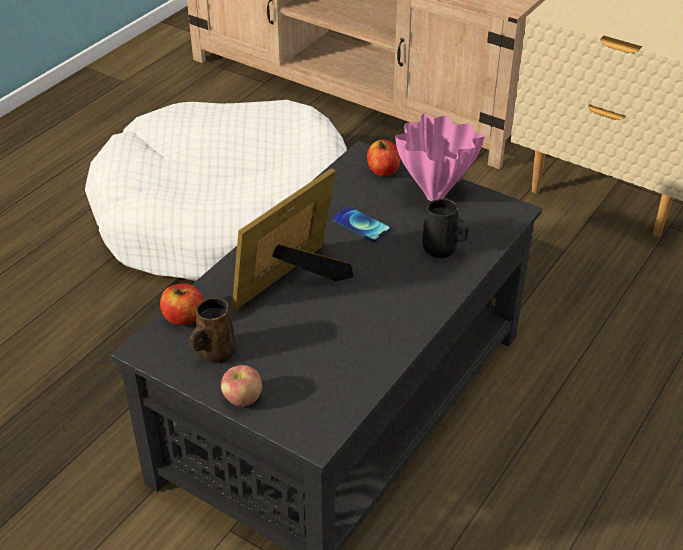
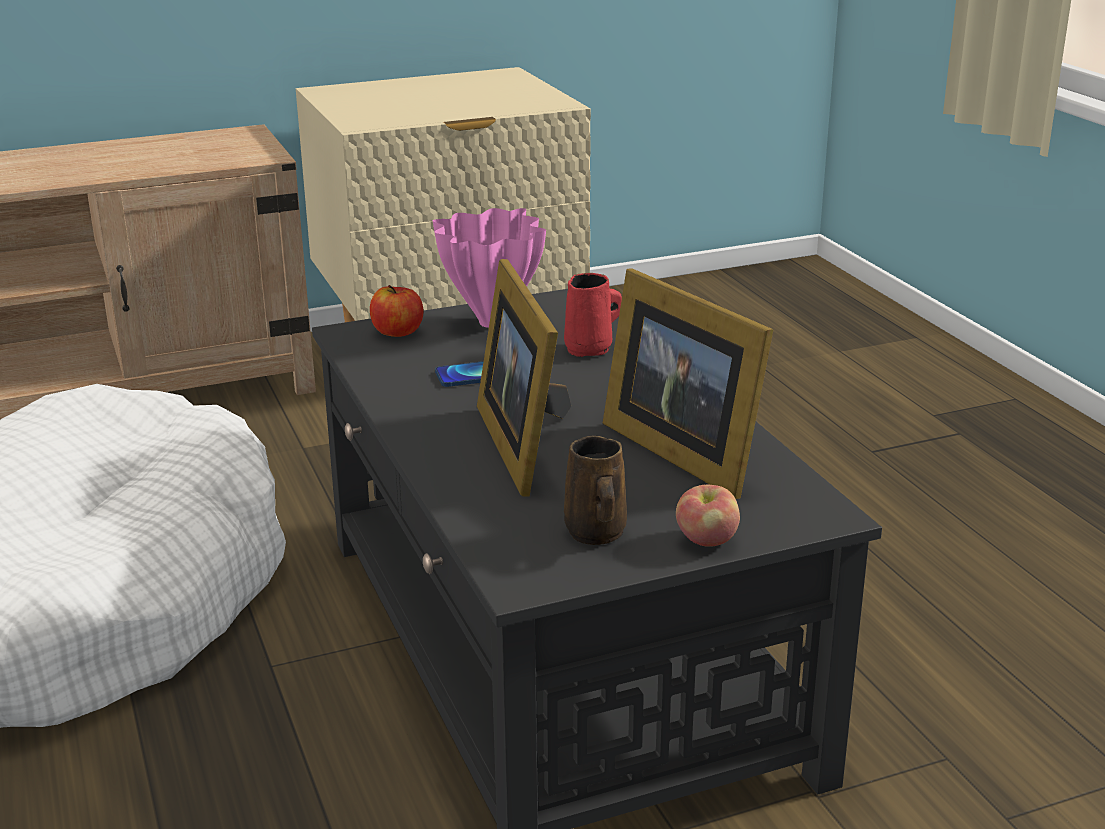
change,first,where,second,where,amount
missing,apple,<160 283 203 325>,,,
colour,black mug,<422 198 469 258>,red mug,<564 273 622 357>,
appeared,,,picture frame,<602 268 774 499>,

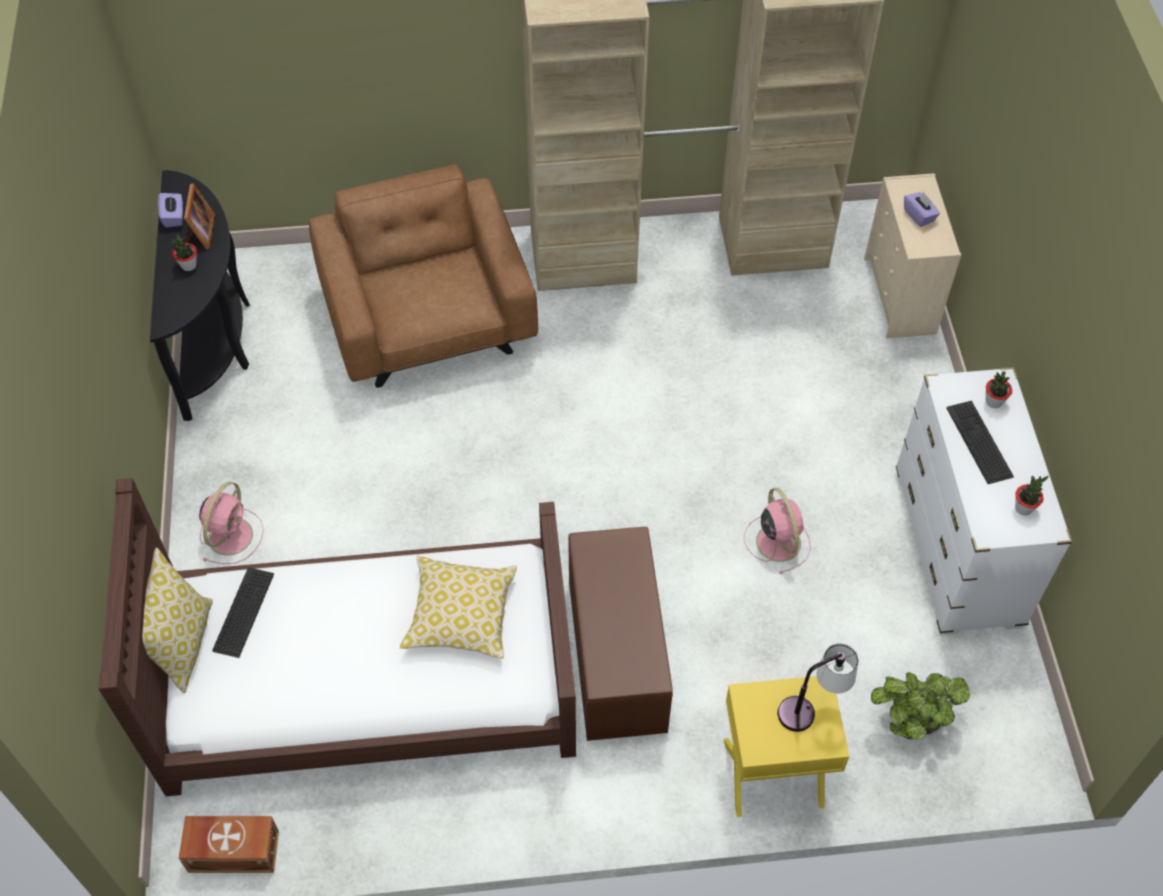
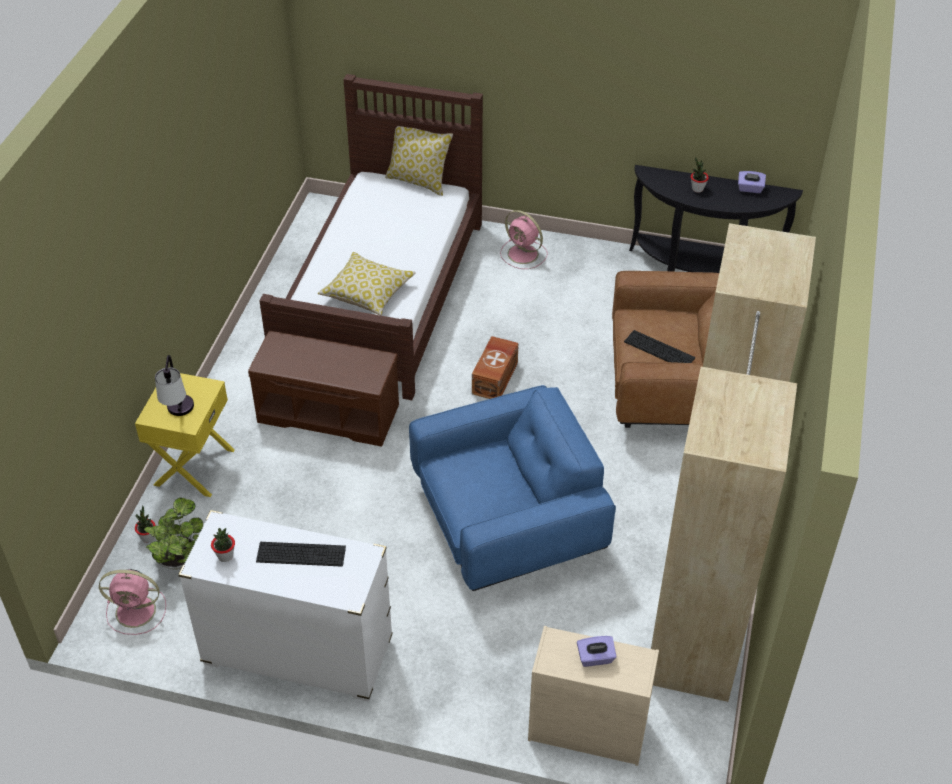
change,first,where,second,where,amount
relocated,brown storage box,<179 816 279 873>,,<472 336 518 399>,
missing,picture frame,<184 183 215 249>,,,
relocated,keyboard,<212 567 274 658>,,<624 330 695 363>,
relocated,pink fan,<744 488 811 574>,,<99 569 166 635>,
relocated,potted plant,<986 371 1012 408>,,<135 505 156 543>,
appeared,,,blue armchair,<409 385 616 591>,

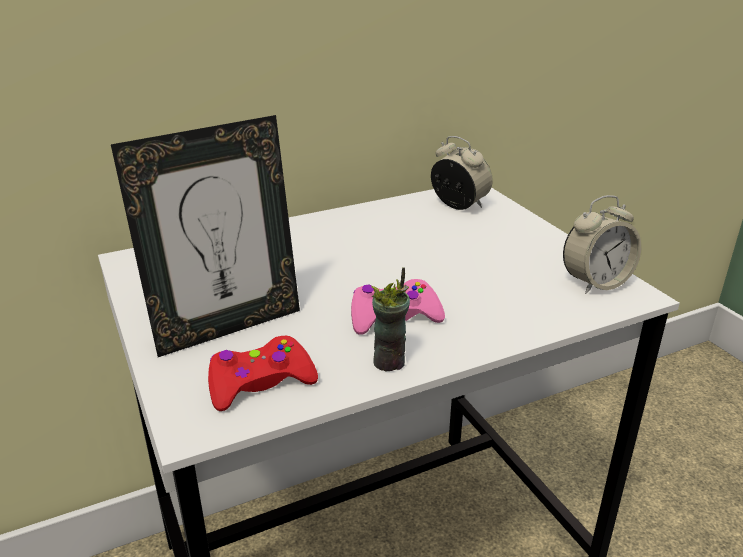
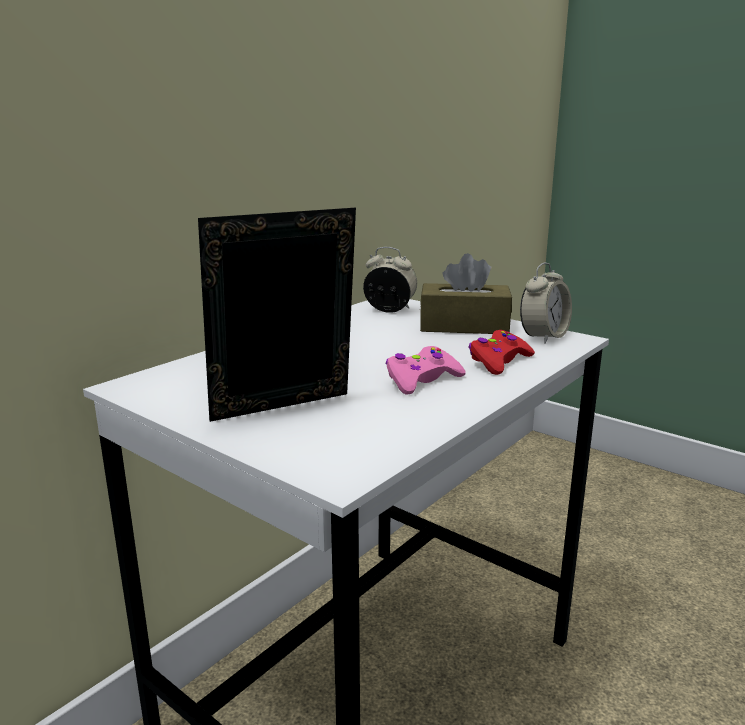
change,first,where,second,where,amount
spun,picture frame,<111 115 300 357>,,<198 208 356 422>,150 degrees counterclockwise
relocated,red game controller,<208 336 318 411>,,<468 330 535 375>,
missing,cup,<372 267 410 371>,,,
appeared,,,brown tissue box,<420 253 512 334>,

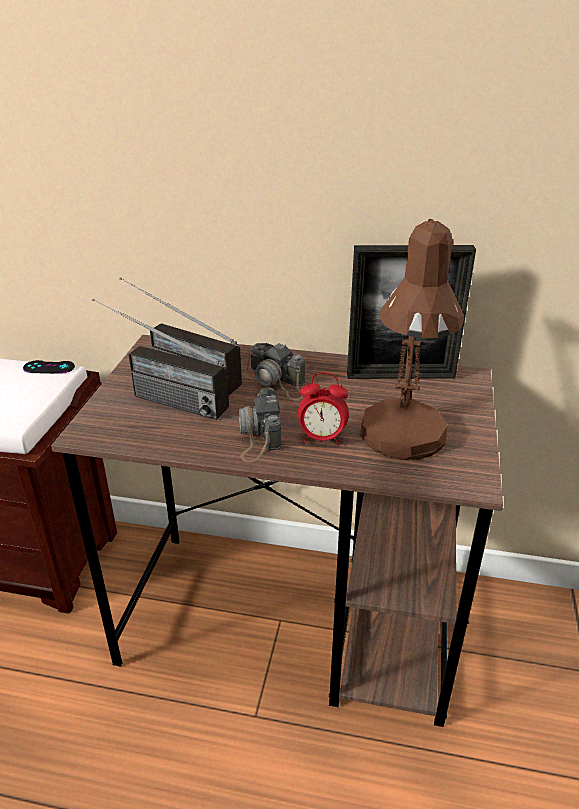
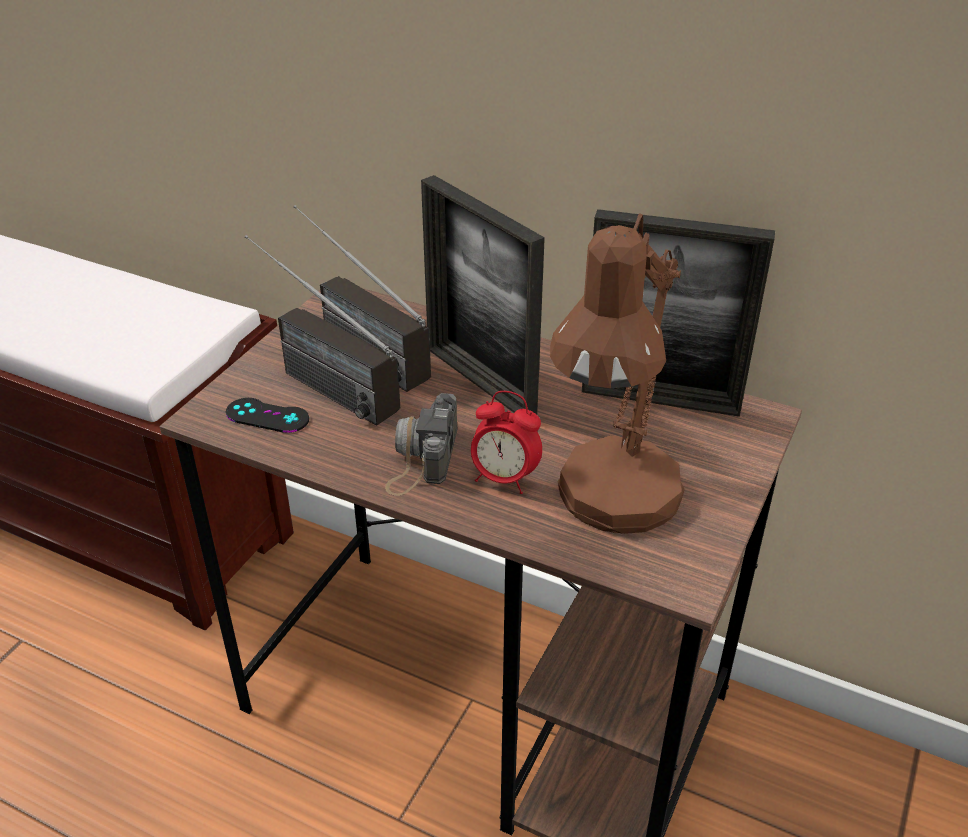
change,first,where,second,where,amount
relocated,black game controller,<23 360 75 374>,,<226 398 309 433>,
exchanged,photo camera,<243 342 305 400>,picture frame,<421 175 545 415>,

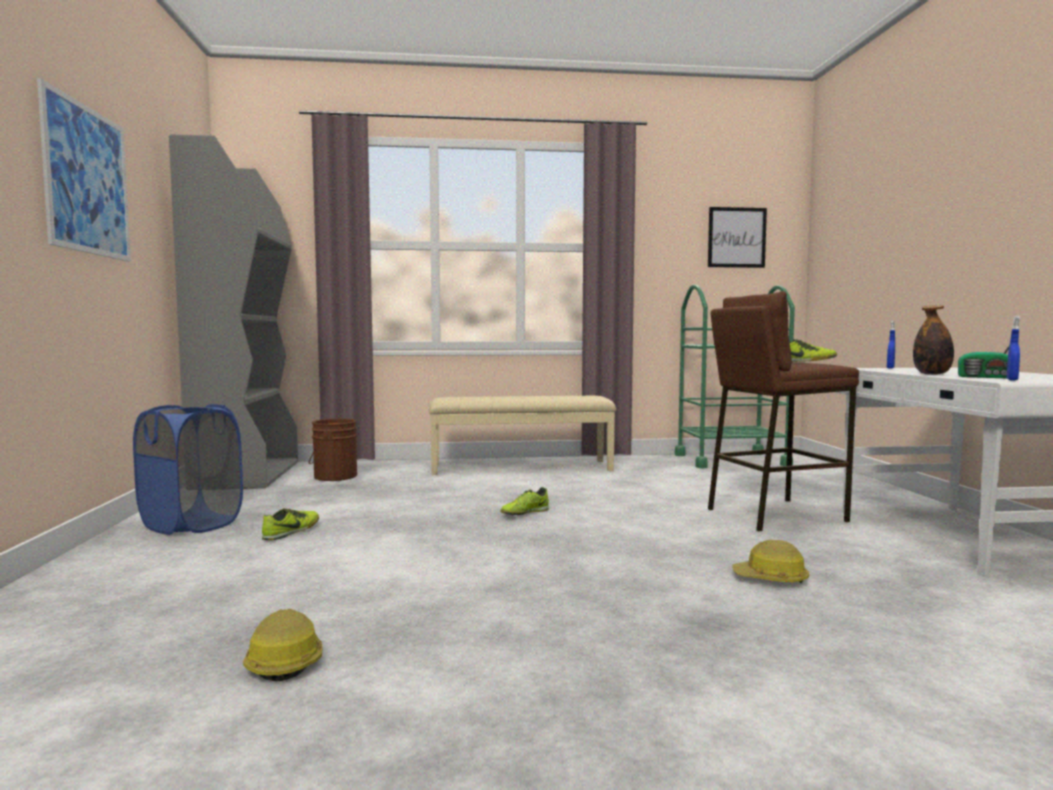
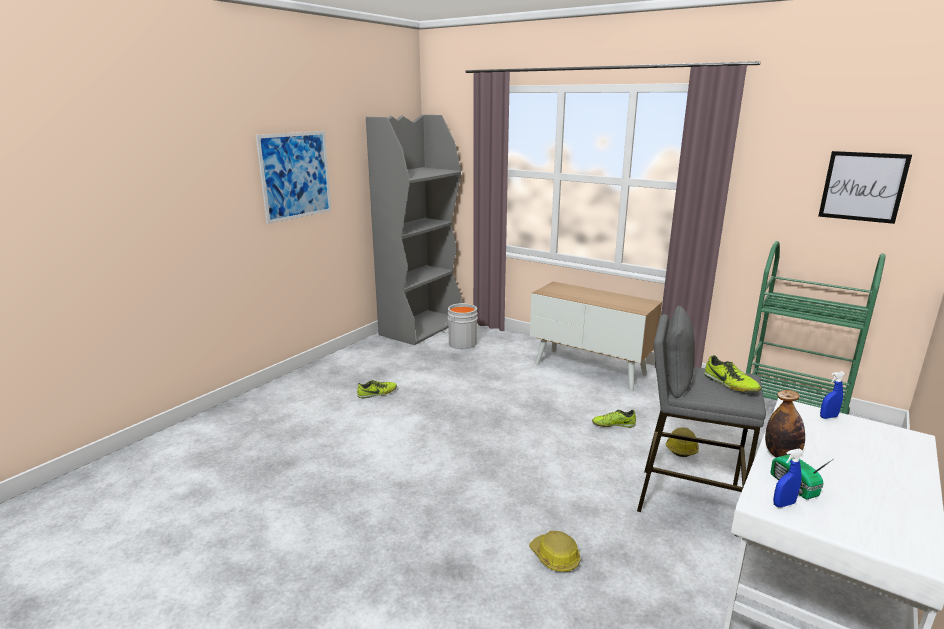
change,first,where,second,where,amount
missing,blue laundry basket,<133 404 243 535>,,,
relocated,hard hat,<243 609 323 681>,,<666 427 699 457>,
colour,brown bucket,<309 418 357 481>,grey bucket,<442 303 478 349>,
exchanged,beige bench,<429 396 616 475>,cabinet,<530 282 662 390>,
relocated,shoe,<501 487 549 515>,,<592 410 636 428>,
colour,brown stool,<708 291 859 531>,grey stool,<637 306 766 537>,

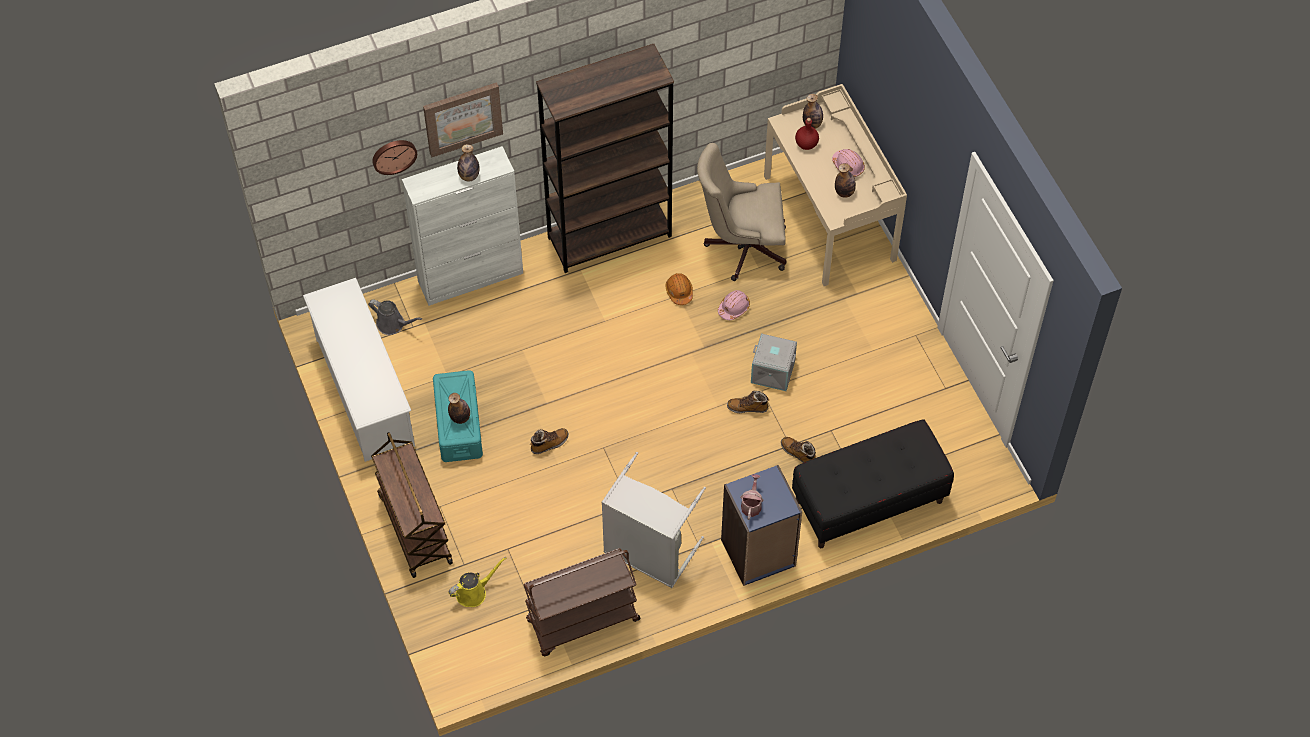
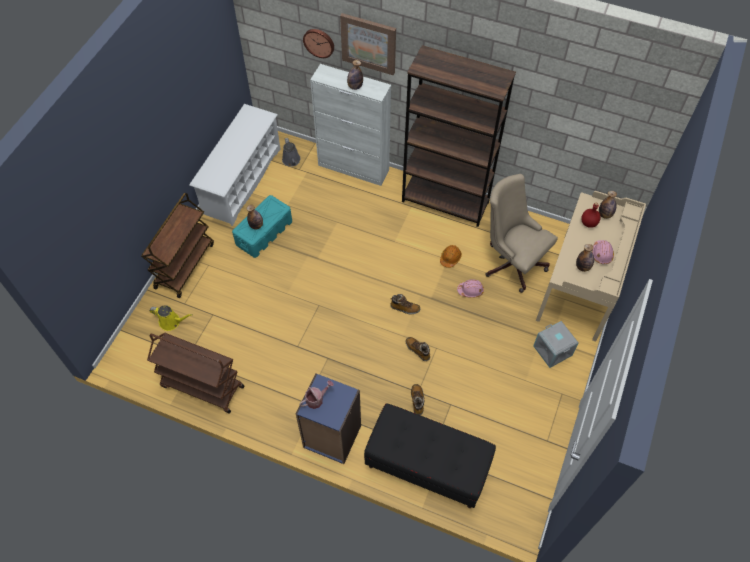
change,first,where,second,where,amount
relocated,boot,<530 428 569 454>,,<390 294 421 314>,
missing,grey laundry basket,<601 452 706 588>,,,
relocated,grey storage box,<751 333 797 391>,,<533 321 579 368>,

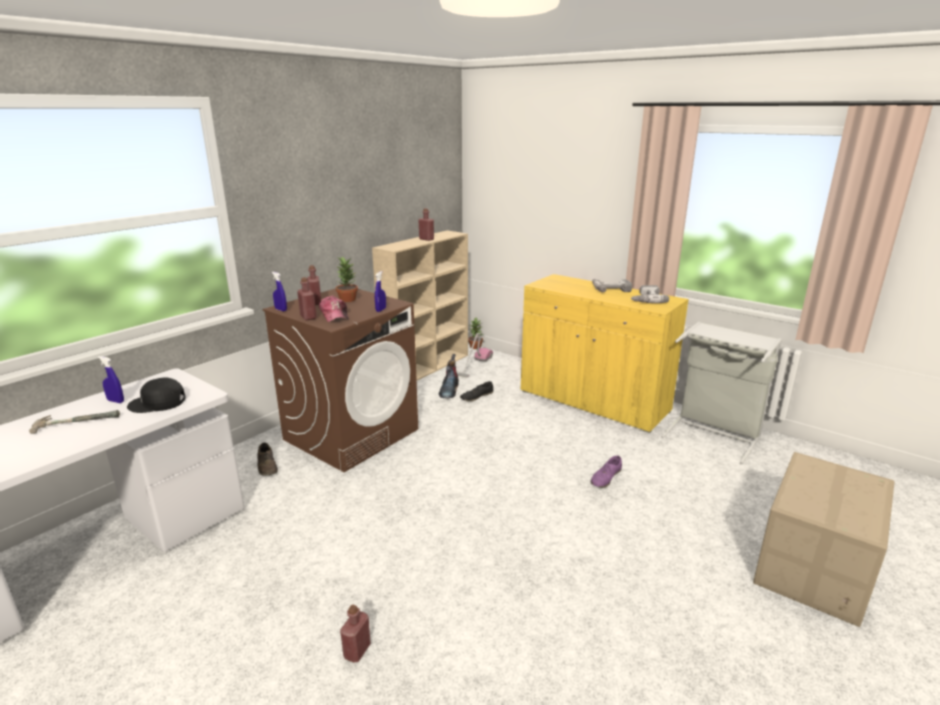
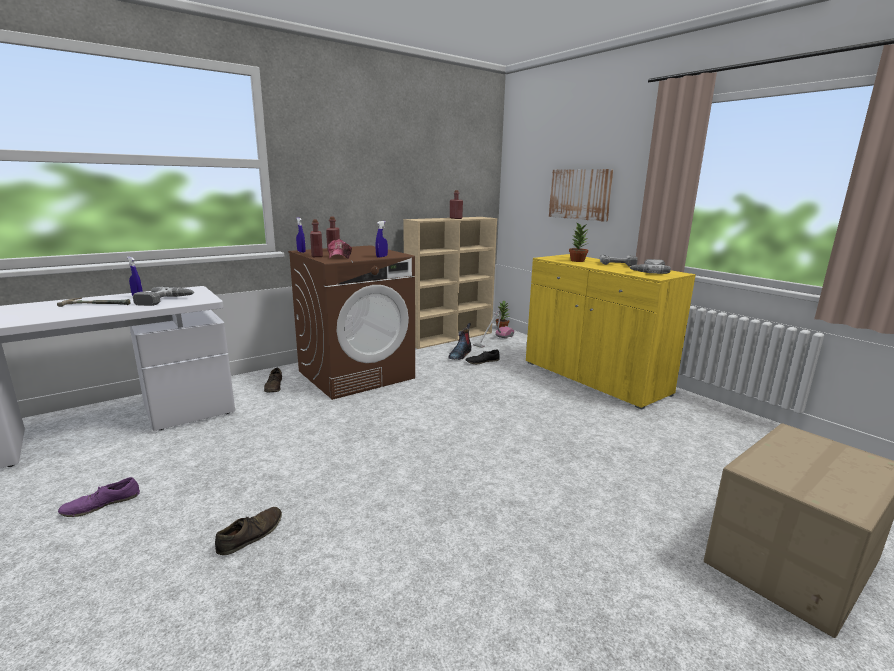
change,first,where,second,where,amount
exchanged,black cap,<127 377 185 413>,power drill,<133 287 194 306>,
relocated,potted plant,<336 257 358 302>,,<569 222 588 262>,
exchanged,red bottle,<340 605 371 662>,brown shoe,<215 507 282 555>,
relocated,purple shoe,<590 455 622 488>,,<58 477 140 517>,
missing,grey laundry basket,<661 322 782 464>,,,
appeared,,,picture,<549 169 614 222>,

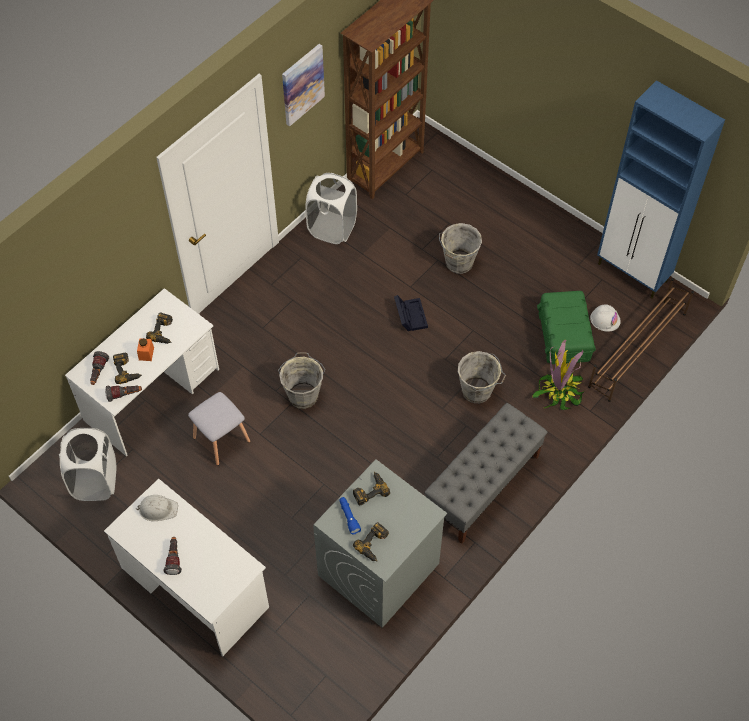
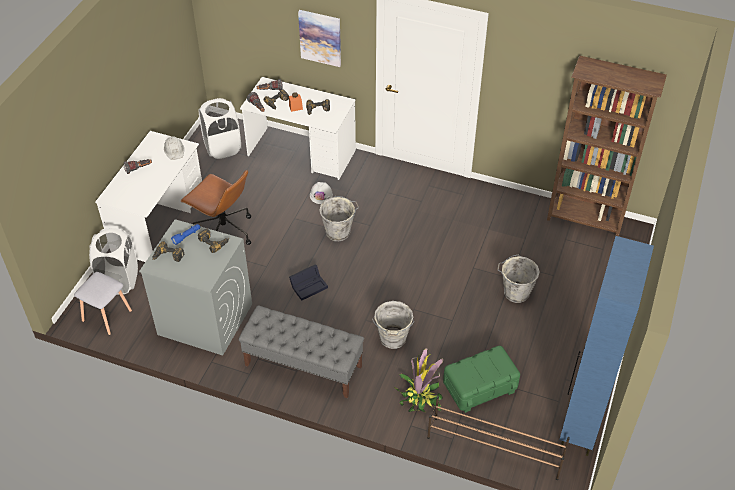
change,first,where,second,where,amount
relocated,grey stool,<188 392 250 466>,,<74 272 132 335>,
relocated,picture,<282 44 325 126>,,<298 10 341 67>,
relocated,white laundry basket,<305 173 357 244>,,<89 228 138 295>,
relocated,black storage box,<394 295 428 331>,,<289 264 328 301>,
relocated,white hard hat,<590 304 621 332>,,<310 182 333 204>,
appeared,,,brown office chair,<181 170 251 245>,

